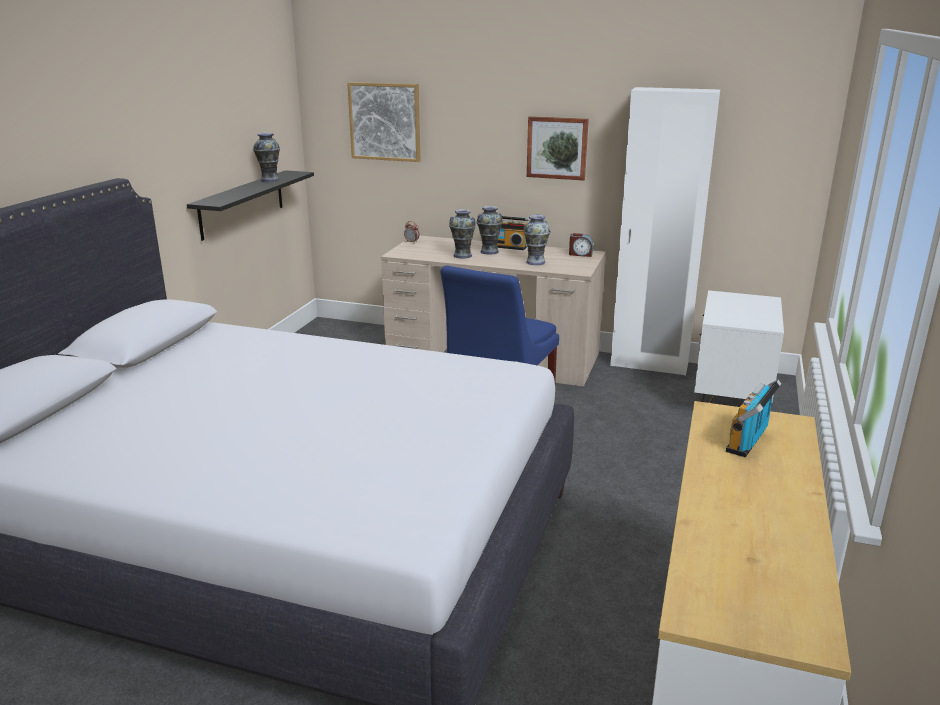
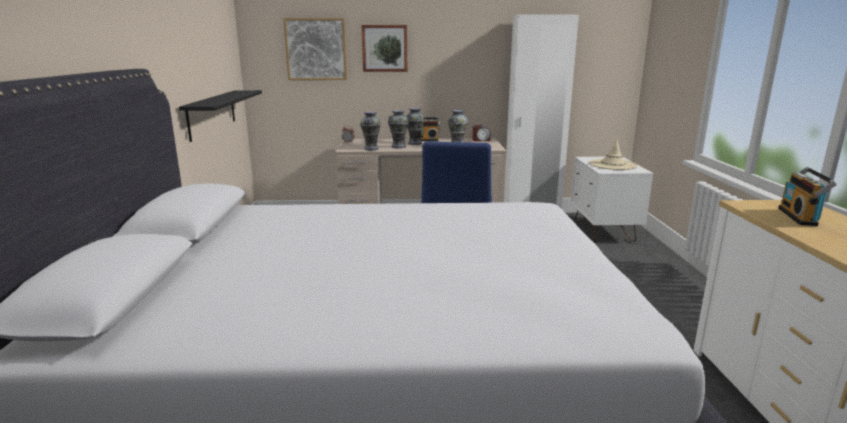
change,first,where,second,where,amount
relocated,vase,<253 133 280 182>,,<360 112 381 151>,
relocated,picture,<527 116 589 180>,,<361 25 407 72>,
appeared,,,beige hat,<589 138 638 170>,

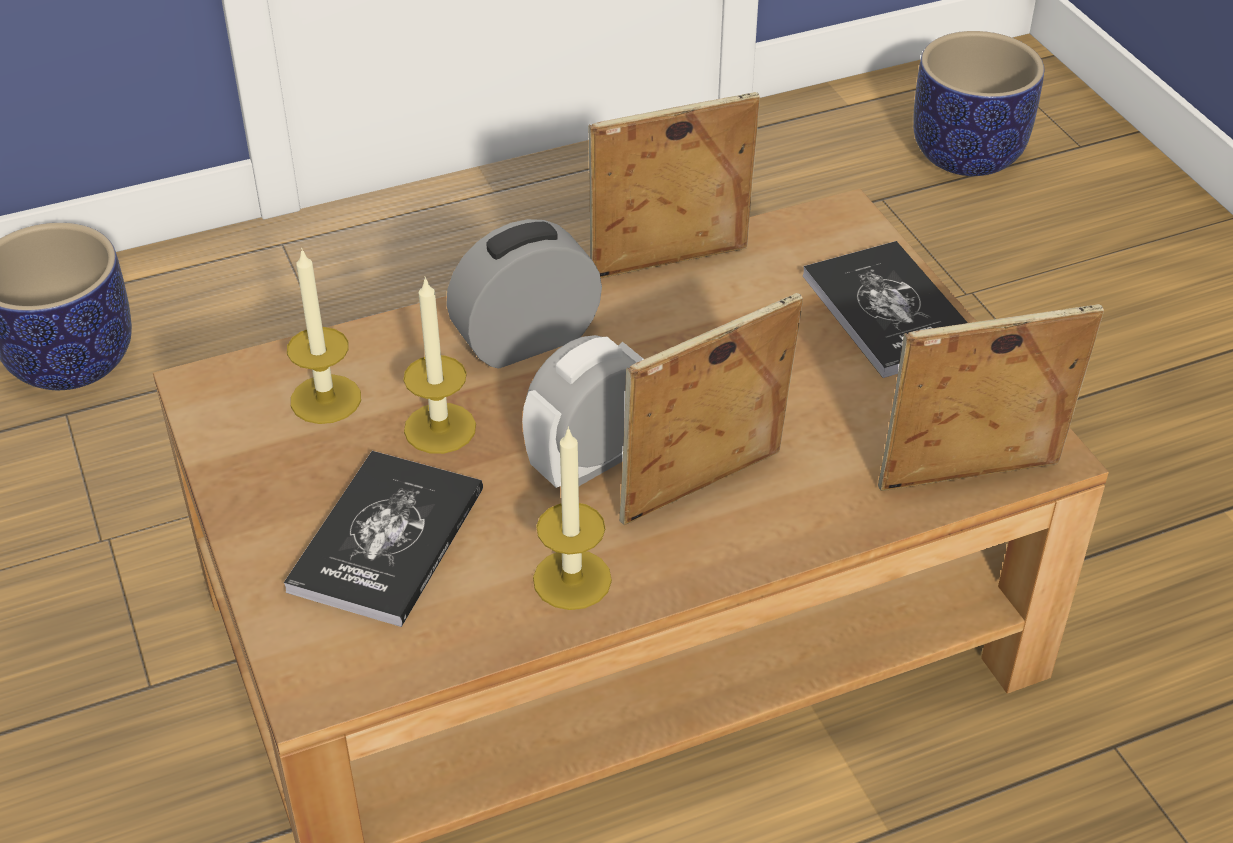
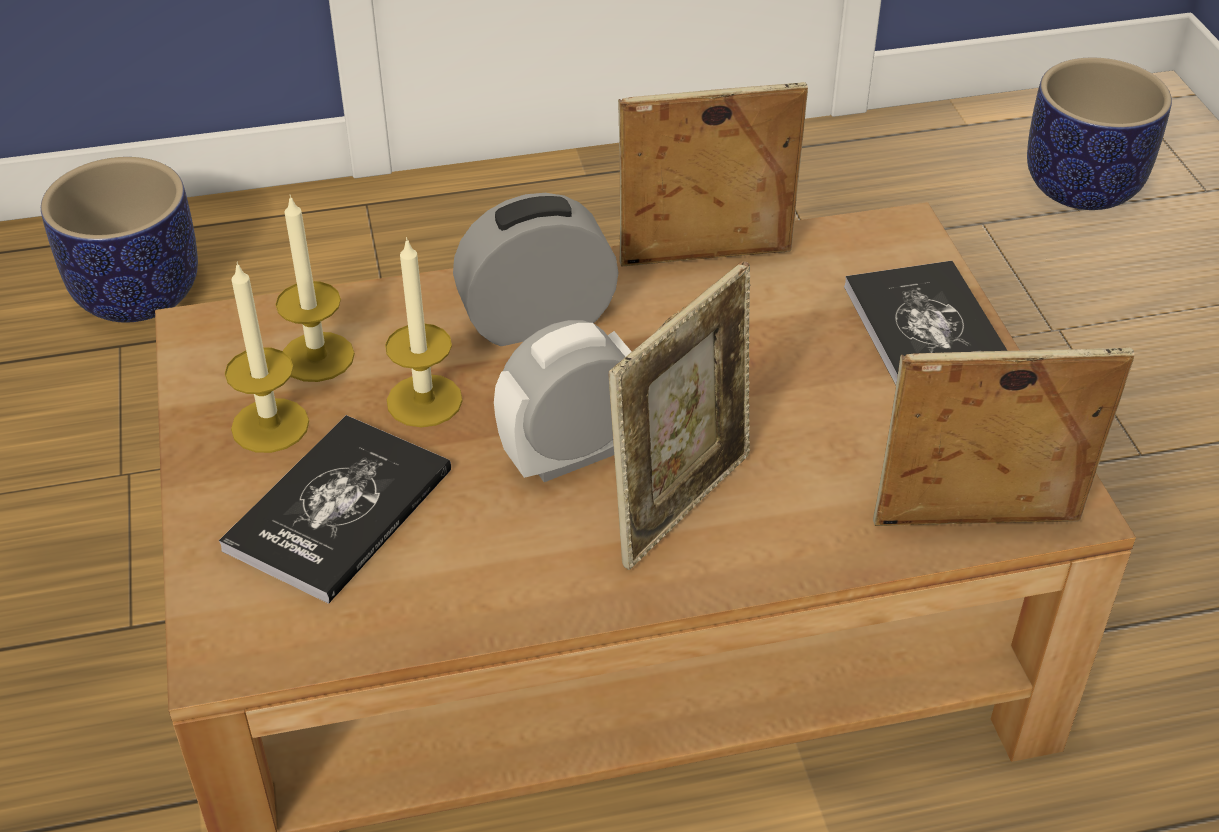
change,first,where,second,where,amount
relocated,candle,<533 426 612 610>,,<225 261 309 453>,
spun,picture frame,<619 293 803 525>,,<609 261 750 570>,150 degrees clockwise

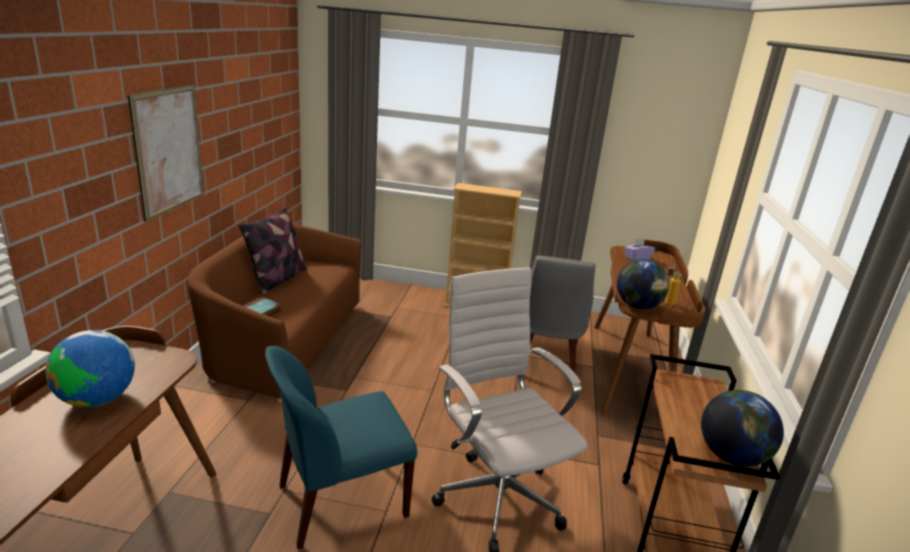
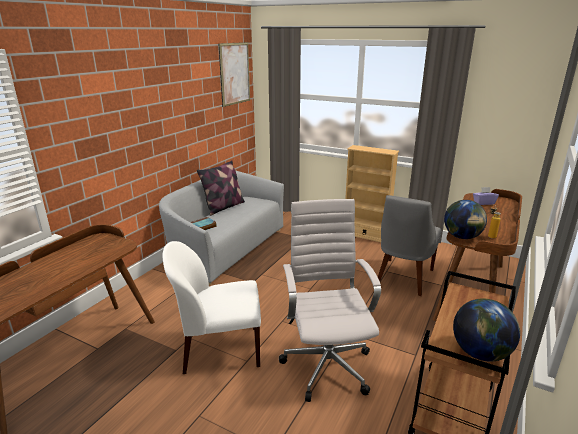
change,first,where,second,where,amount
missing,globe,<45 330 135 407>,,,
relocated,picture,<128 84 204 222>,,<219 42 250 107>,
colour,brown sofa,<188 223 362 403>,grey sofa,<159 170 284 285>,
colour,blue chair,<265 346 417 549>,white chair,<162 241 261 374>,

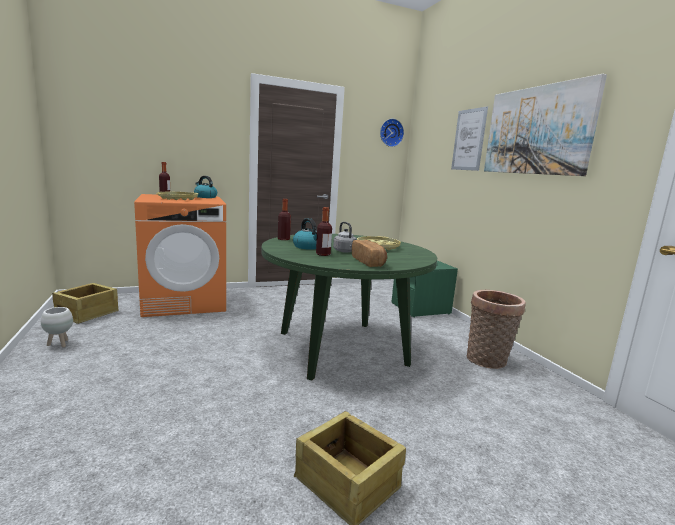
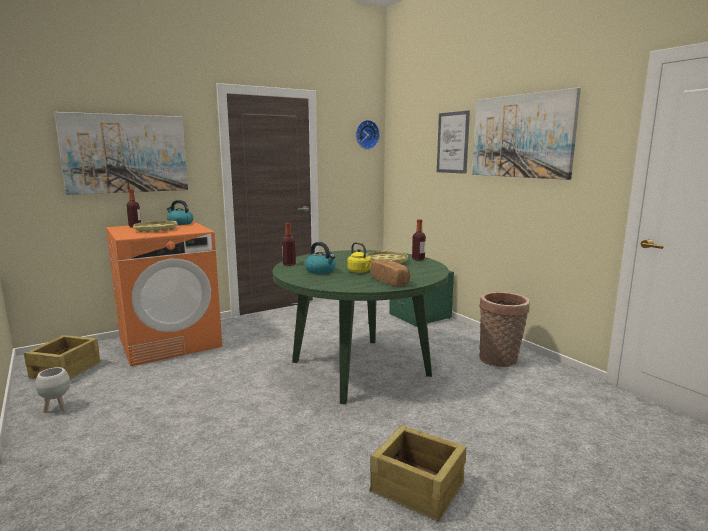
change,first,where,second,where,amount
relocated,bottle,<316 207 332 256>,,<412 219 426 260>,
colour,grey kettle,<333 222 357 253>,yellow kettle,<347 242 373 273>,
appeared,,,picture,<54 112 188 195>,

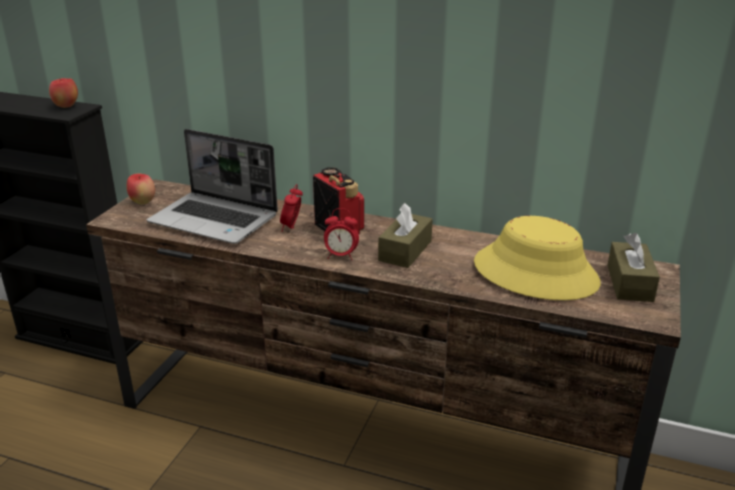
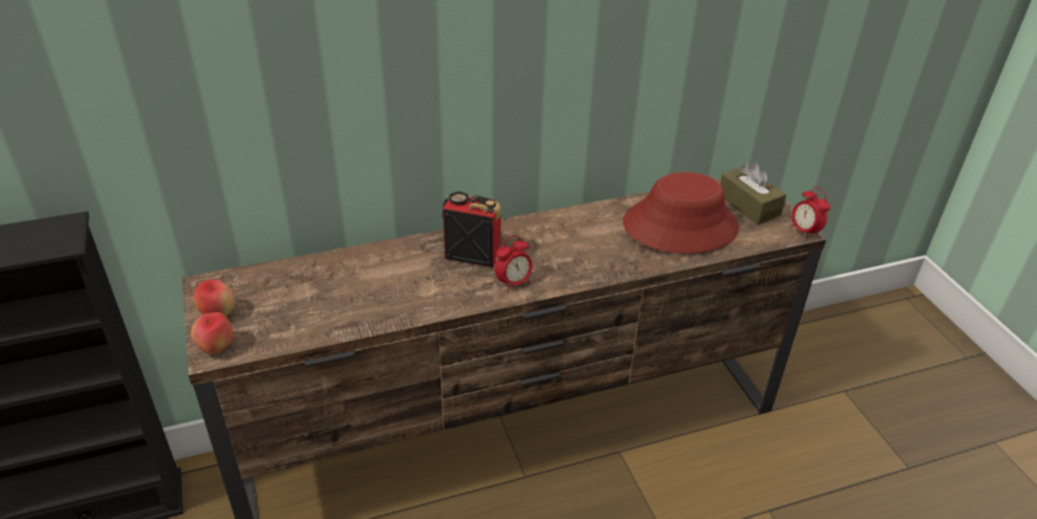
change,first,where,second,where,amount
relocated,apple,<49 78 78 108>,,<191 312 233 355>,
missing,laptop,<147 129 278 244>,,,
relocated,alarm clock,<280 184 303 232>,,<790 187 830 240>,
missing,brown tissue box,<378 203 433 268>,,,
colour,yellow hat,<474 216 601 300>,red hat,<623 172 739 254>,

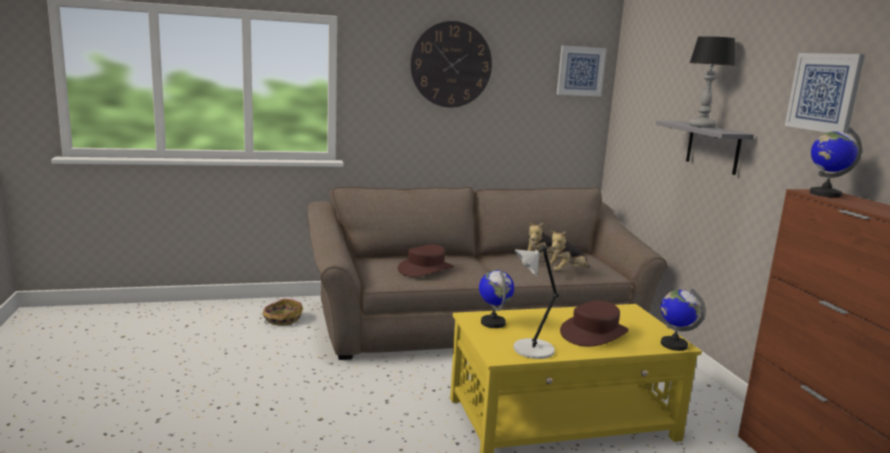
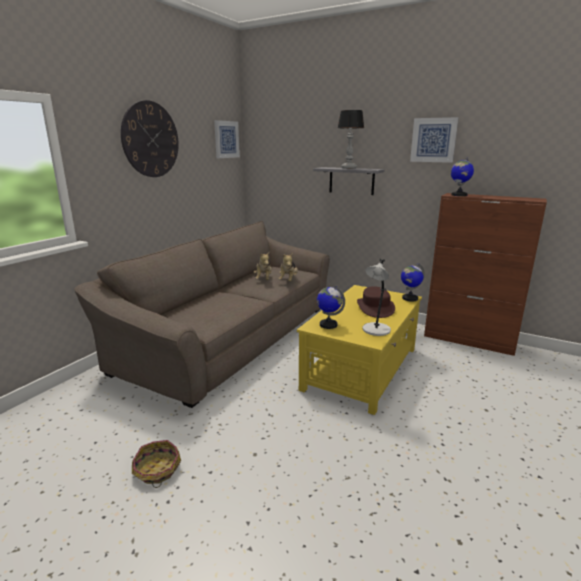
change,first,where,second,where,amount
relocated,basket,<262 299 303 326>,,<132 440 181 488>,
missing,brown hat,<398 245 454 277>,,,

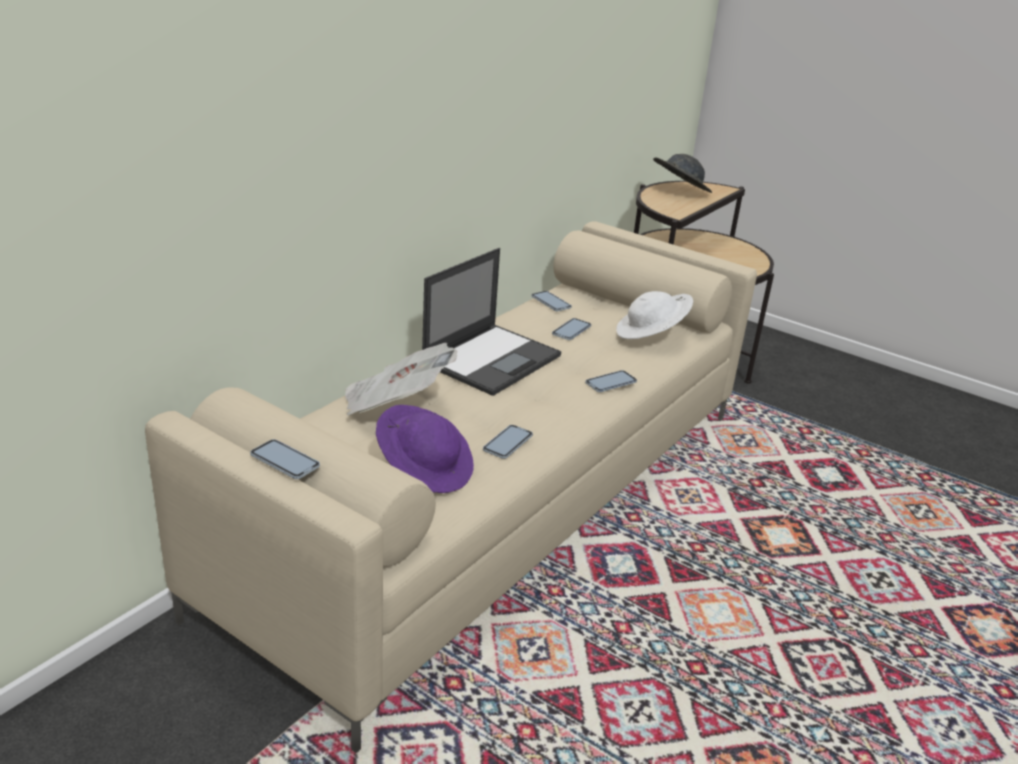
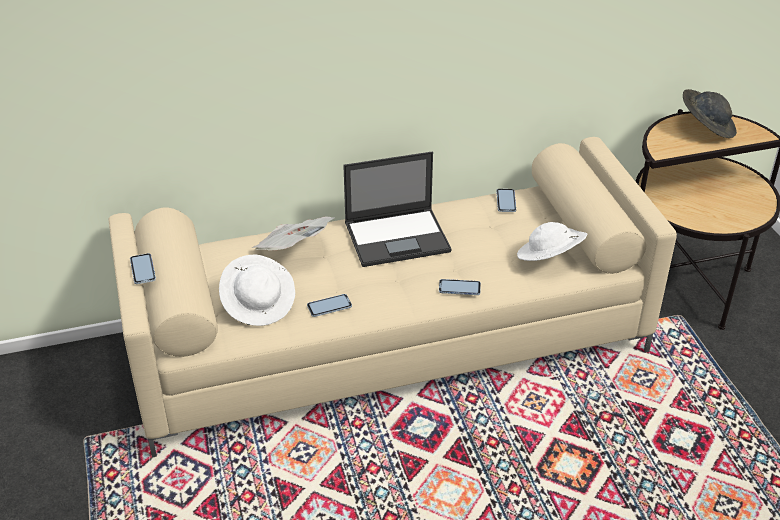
change,first,where,second,where,amount
colour,purple hat,<376 405 474 493>,white hat,<219 254 295 326>,
missing,phone,<552 318 591 340>,,,

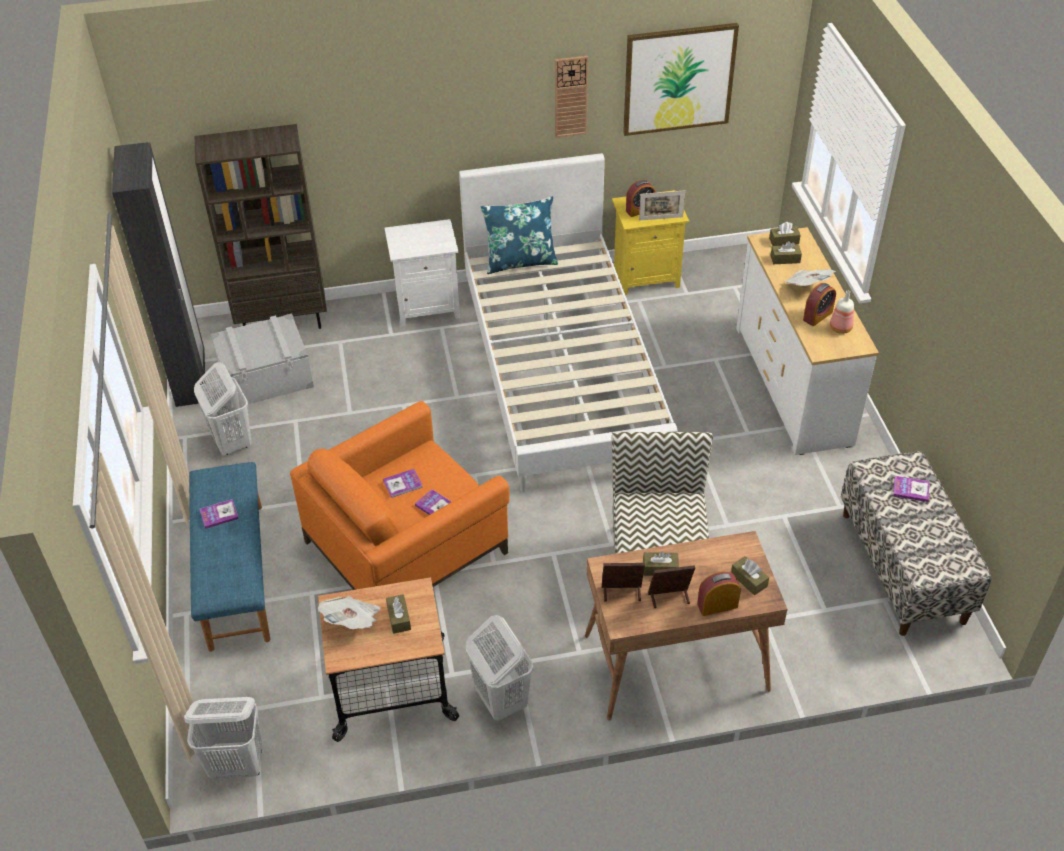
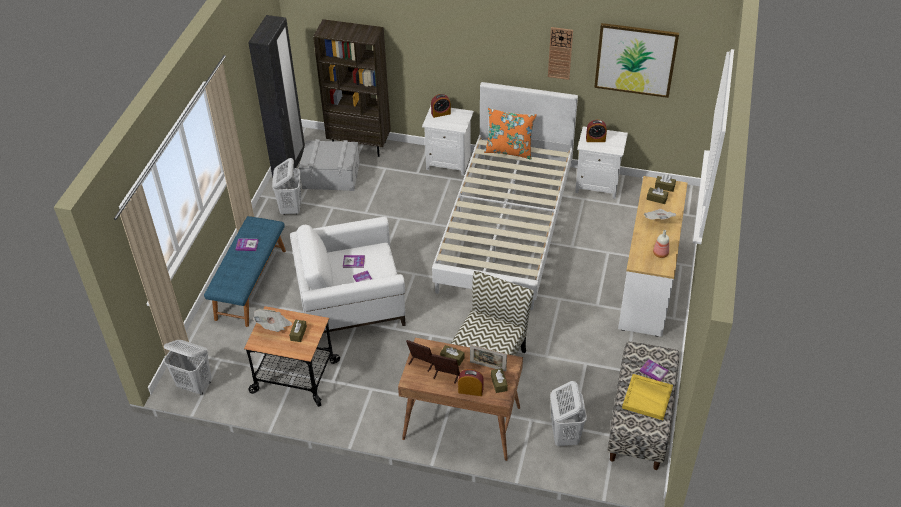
change,first,where,second,where,amount
colour,orange armchair,<290 401 509 590>,white armchair,<290 217 406 333>,
relocated,white laundry basket,<466 615 533 721>,,<550 381 587 446>,
colour,blue pillow,<480 196 558 274>,orange pillow,<484 108 537 160>,
colour,yellow nightstand,<612 190 689 295>,white nightstand,<575 127 628 199>,
relocated,picture frame,<639 190 685 221>,,<470 345 507 371>,
relocated,alarm clock,<803 283 836 326>,,<431 94 451 118>,
appeared,,,yellow tray,<622 374 673 420>,

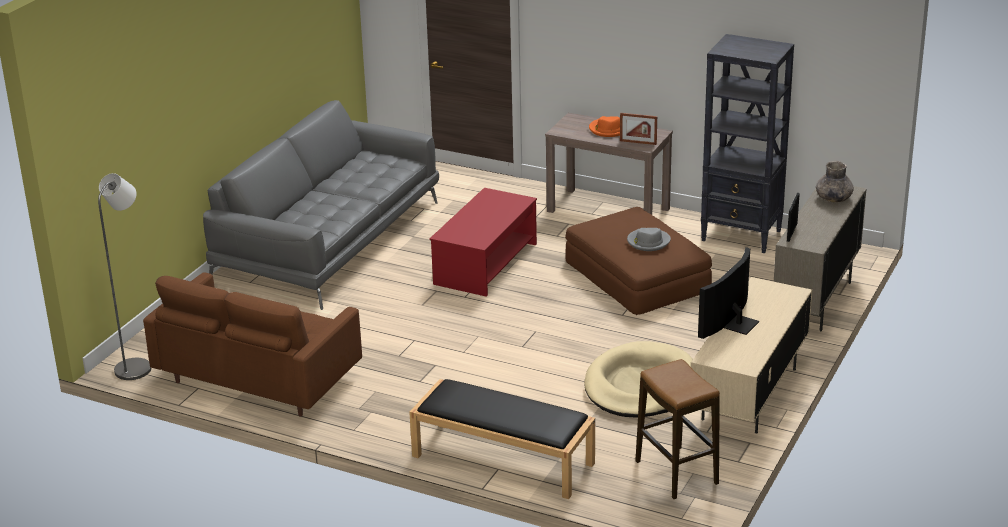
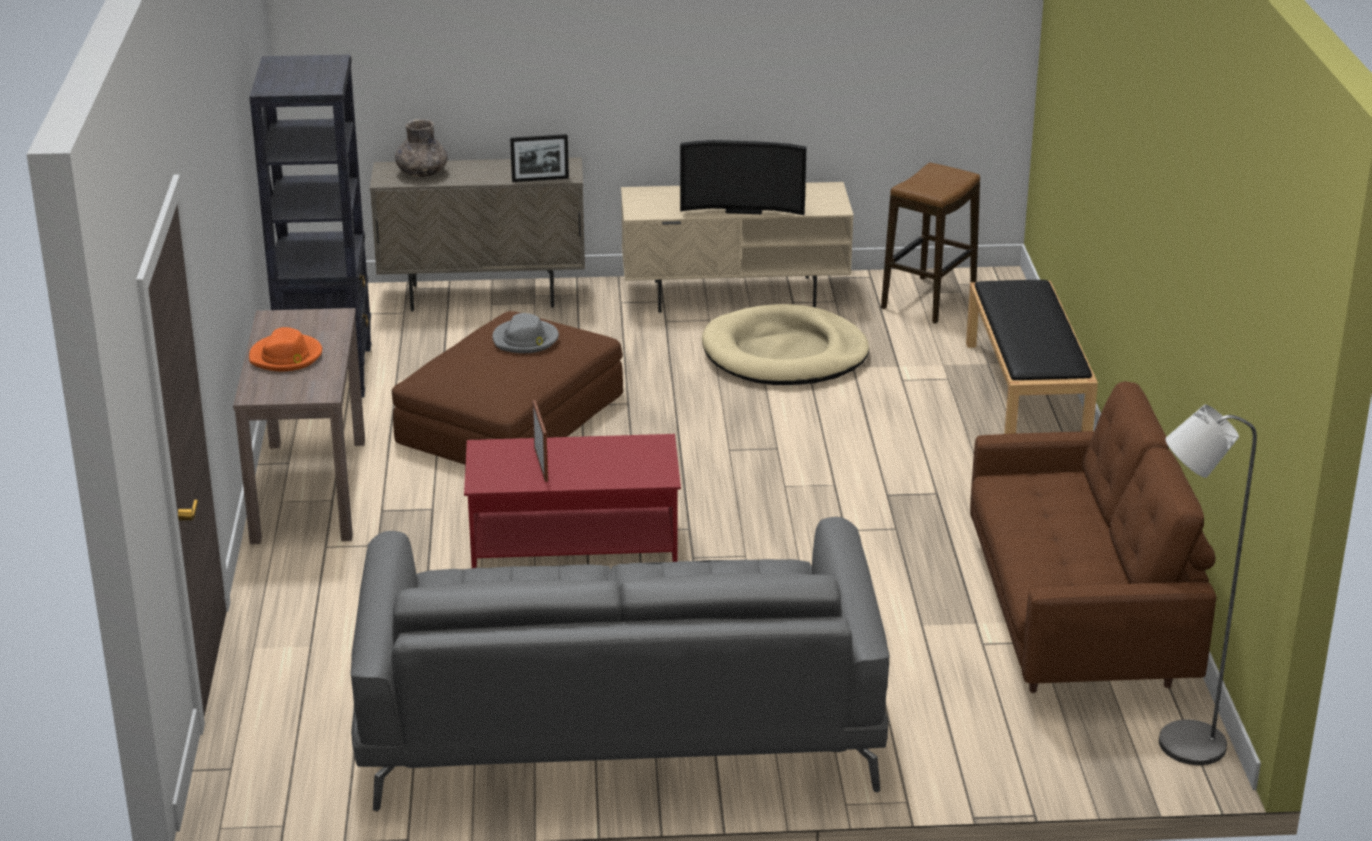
change,first,where,second,where,amount
relocated,picture frame,<620 113 657 145>,,<533 400 548 482>,

